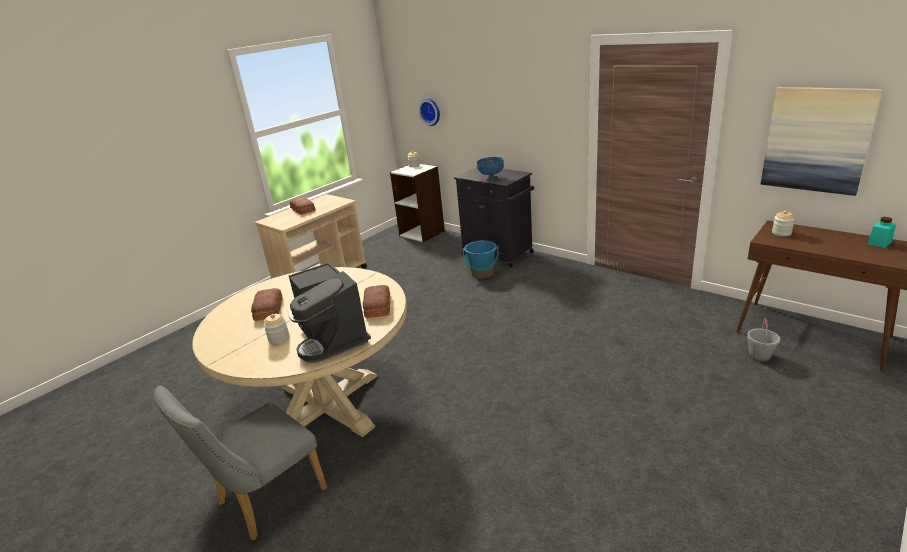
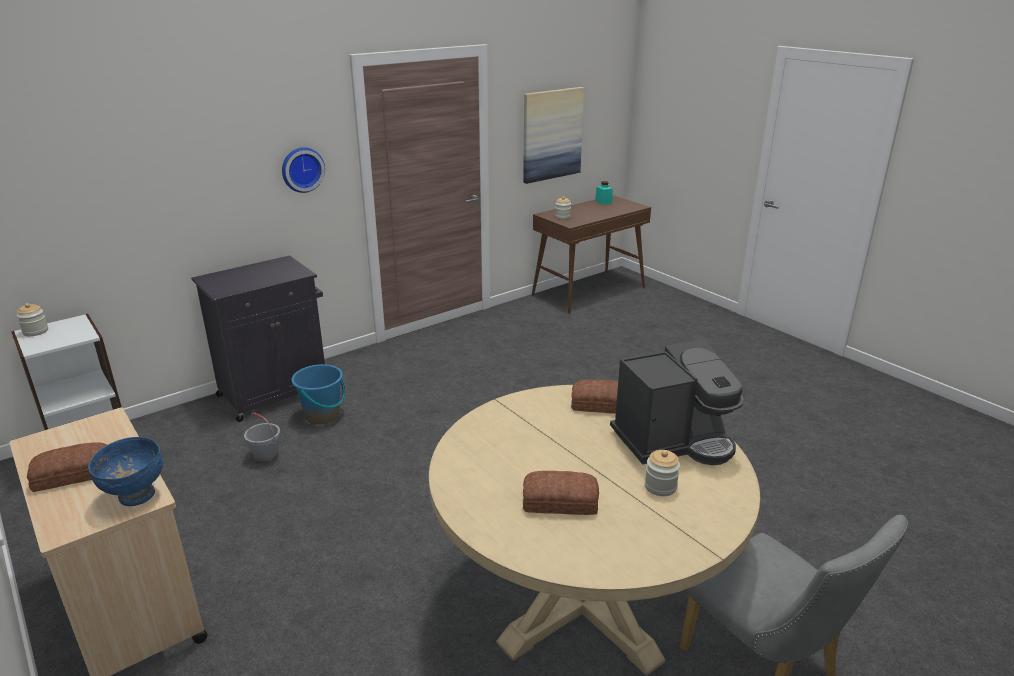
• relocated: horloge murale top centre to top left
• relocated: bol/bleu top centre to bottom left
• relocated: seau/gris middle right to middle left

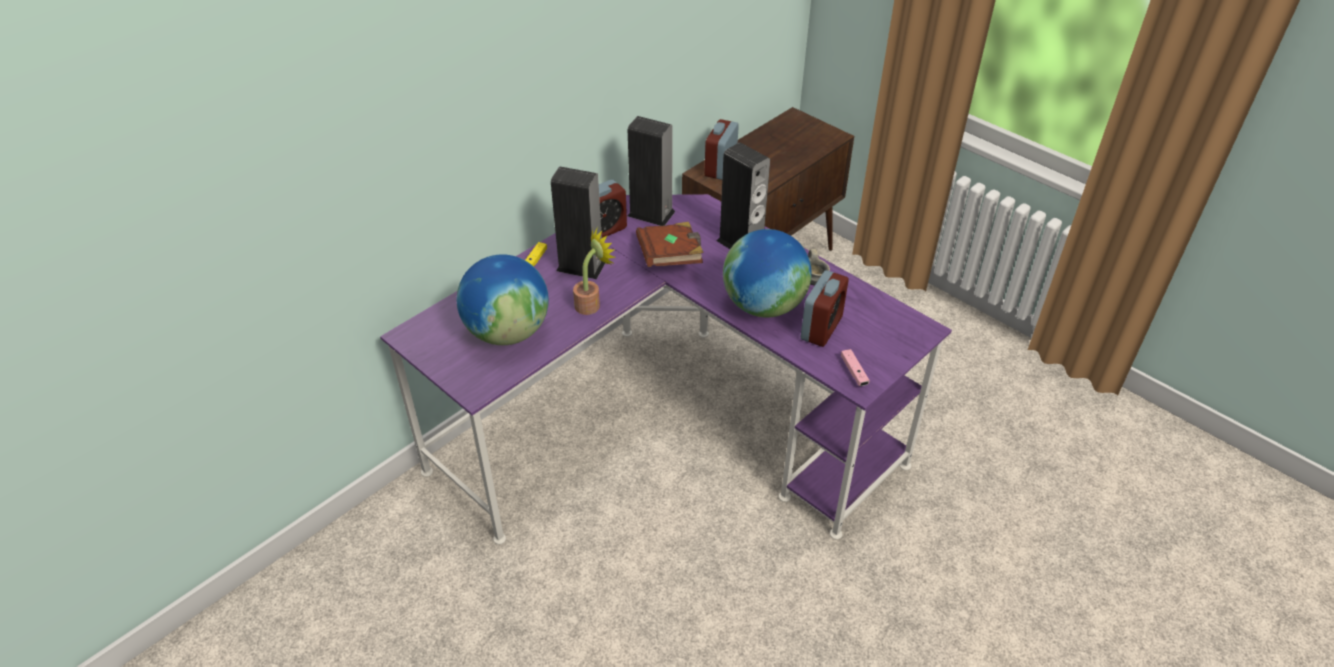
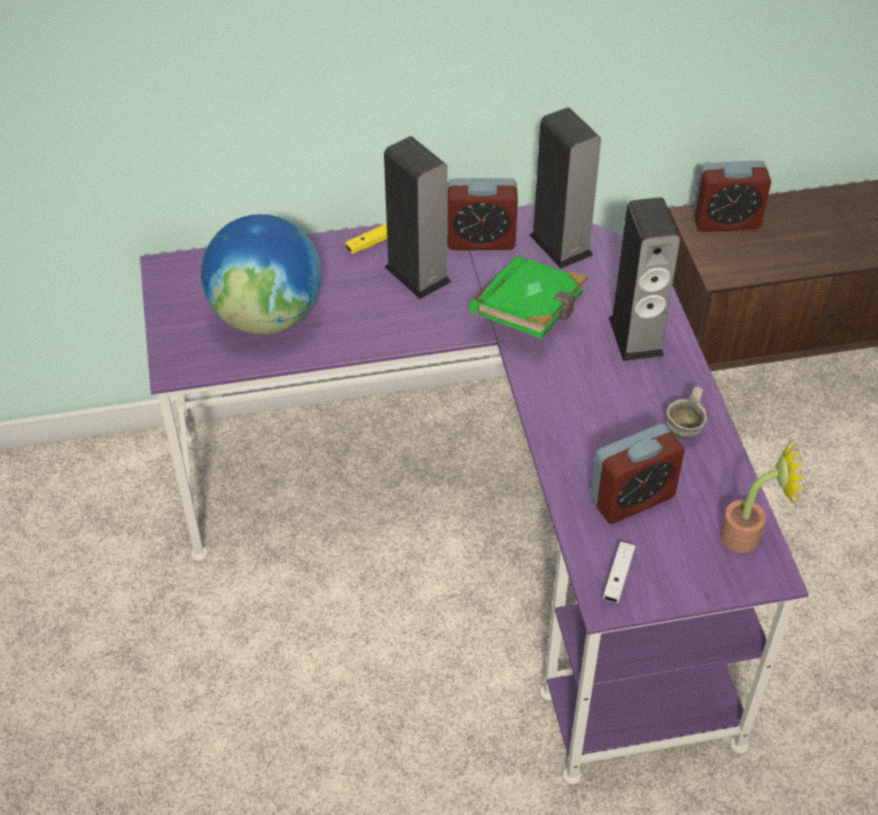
• spun: réveil (no. 2 from left in the first image) top centre = top right 150 degrees counterclockwise
• colour: livre/marron centre to livre/vert centre
• relocated: plante en pot centre to middle right
• missing: globe (no. 2 from left) centre
• colour: manette/rose centre to manette/blanc bottom right

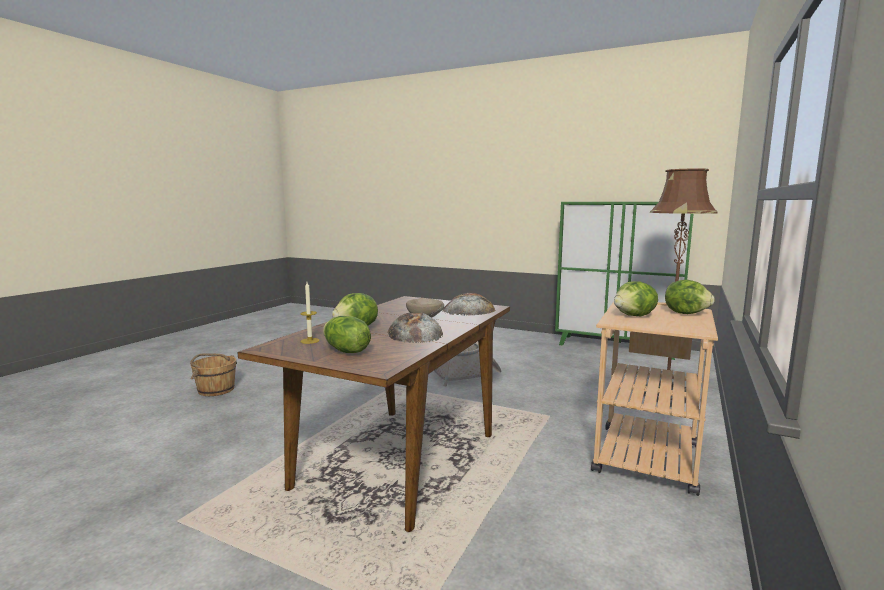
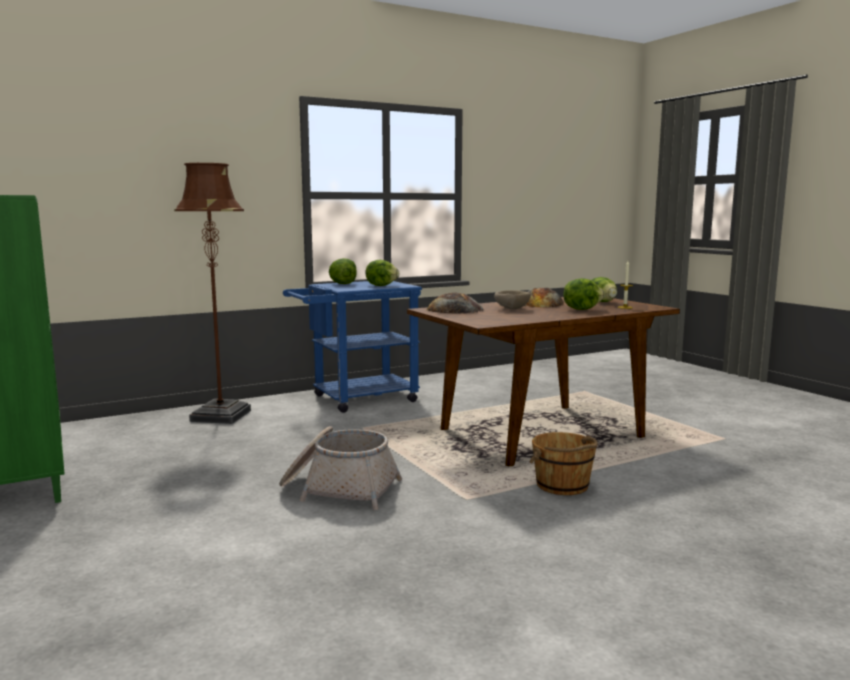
• colour: chariot/beige bottom right to chariot/bleu centre
• relocated: seau/marron middle left to bottom centre

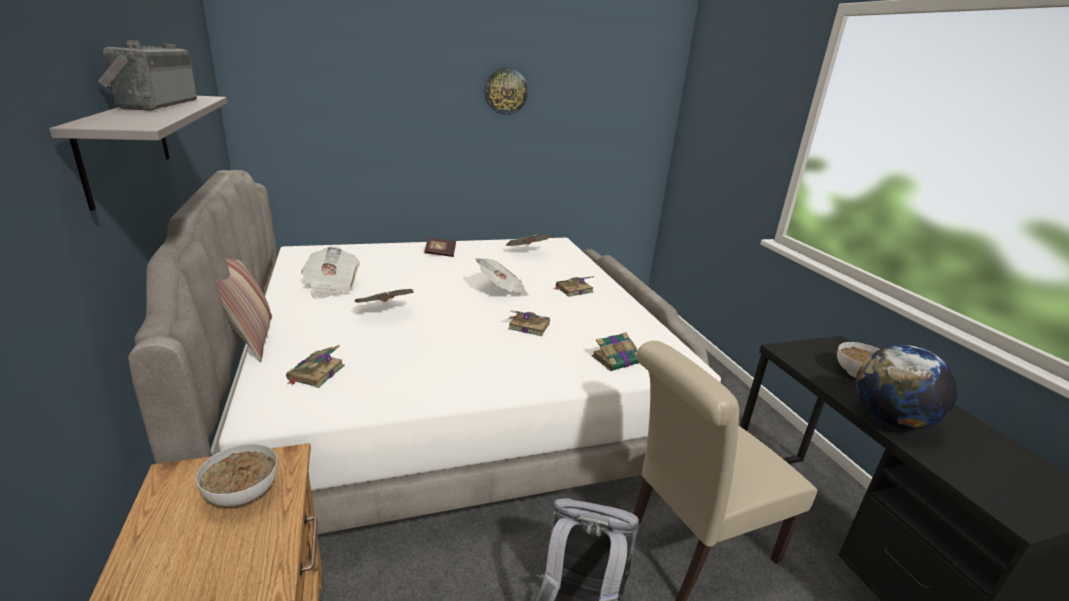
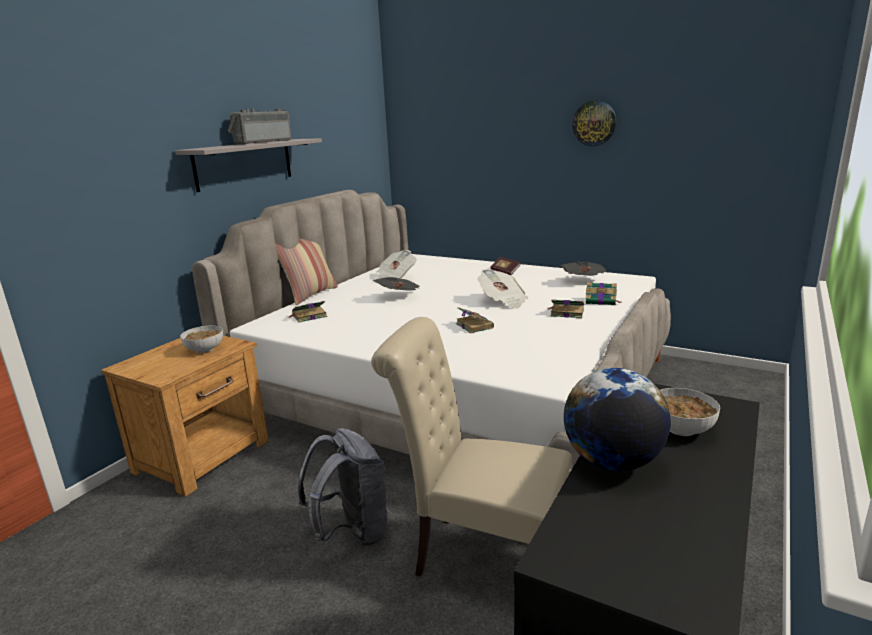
• relocated: livre (no. 5 from left) centre to middle right

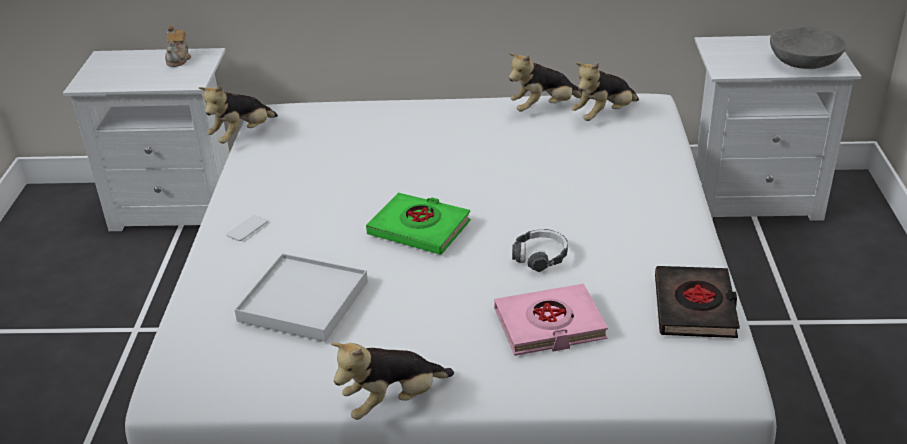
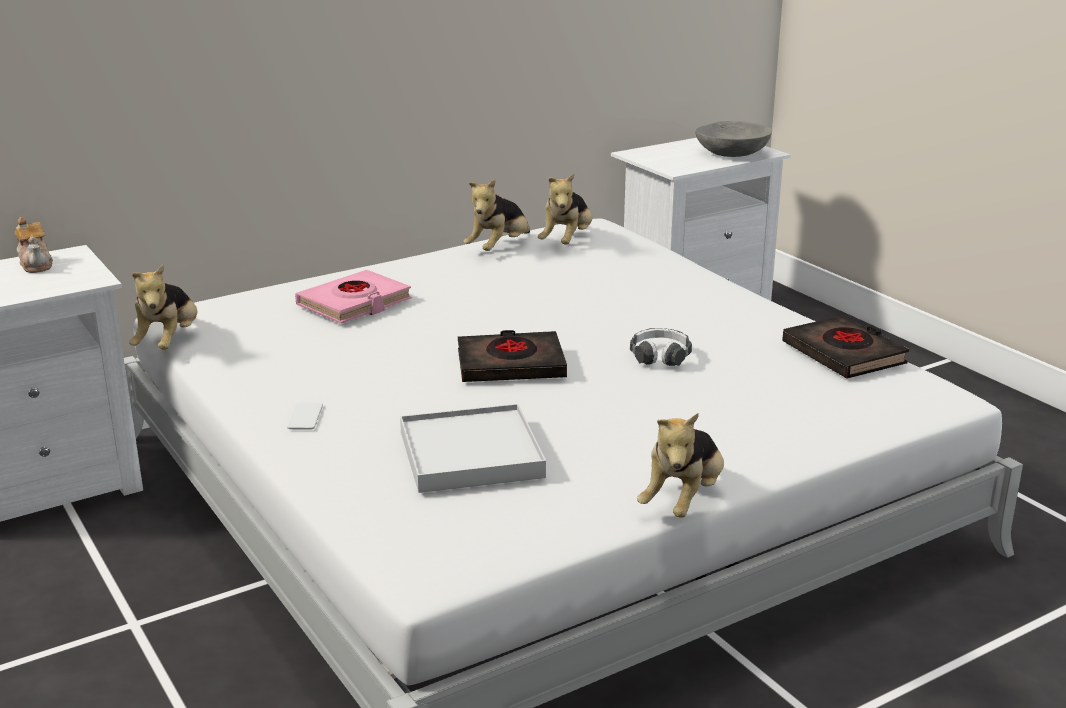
• colour: livre/vert centre to livre/noir (no. 1 from left) centre
• relocated: livre/rose bottom centre to middle left

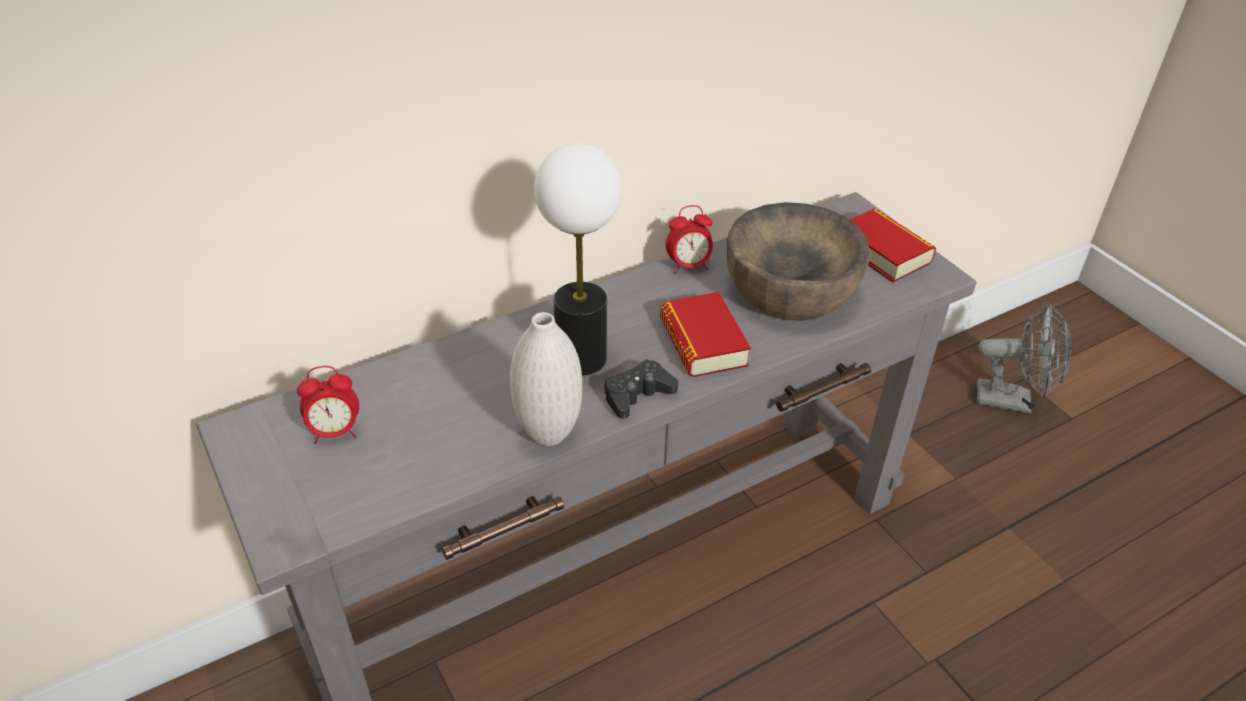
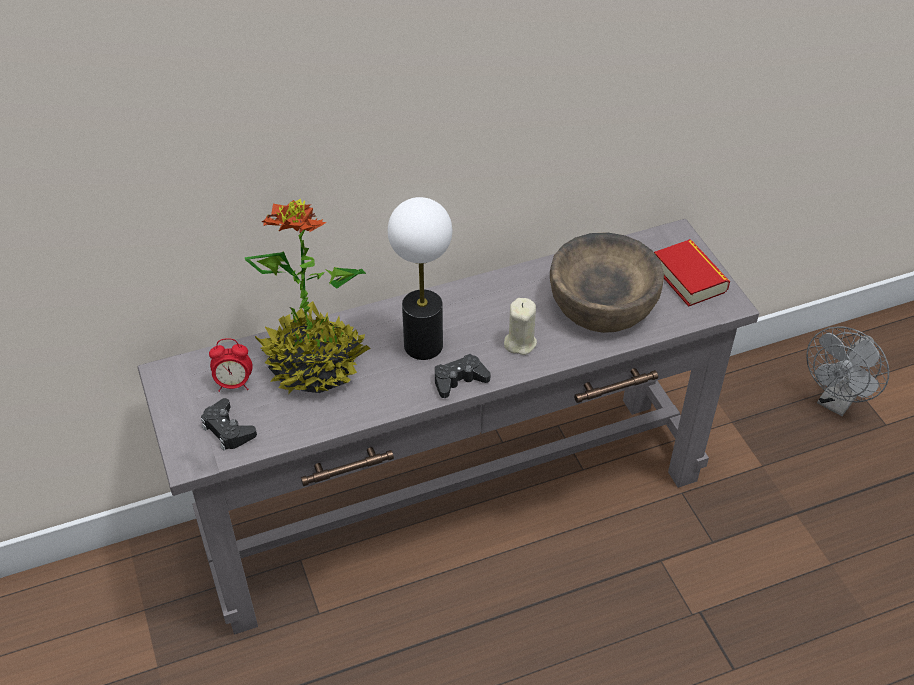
• missing: réveil (no. 2 from left) centre
• exchanged: livre (no. 1 from left) centre to bougie/beige centre
• spun: ventilateur/gris middle right = middle right 105 degrees clockwise
• missing: vase/blanc centre
• appeared: plante en pot centre
• appeared: manette/noir (no. 1 from left) middle left

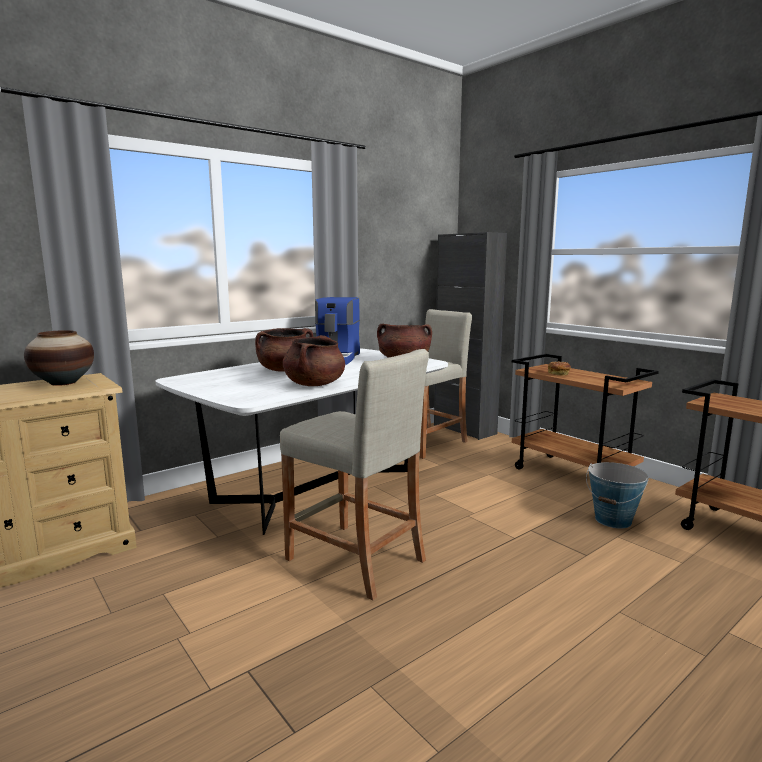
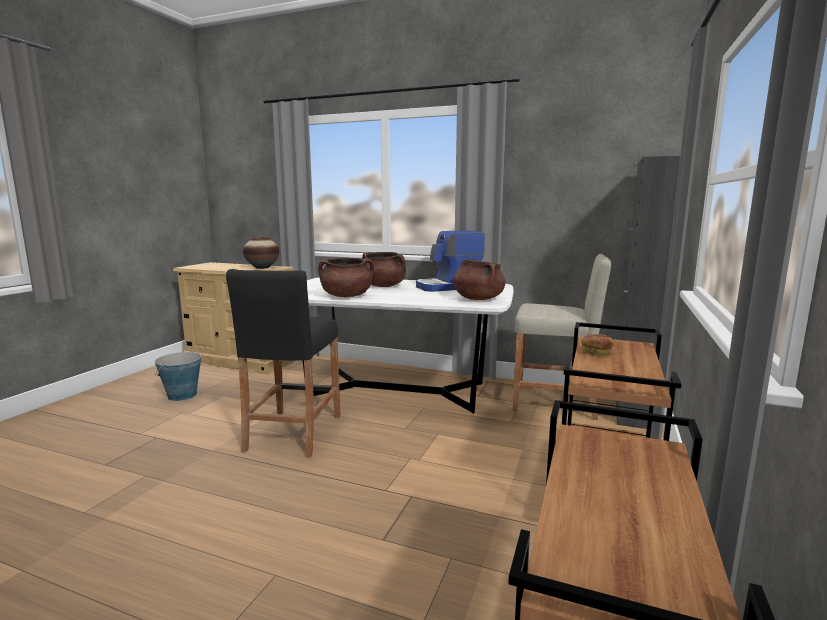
• colour: tabouret/beige (no. 1 from left) centre to tabouret/noir centre
• relocated: seau middle right to middle left

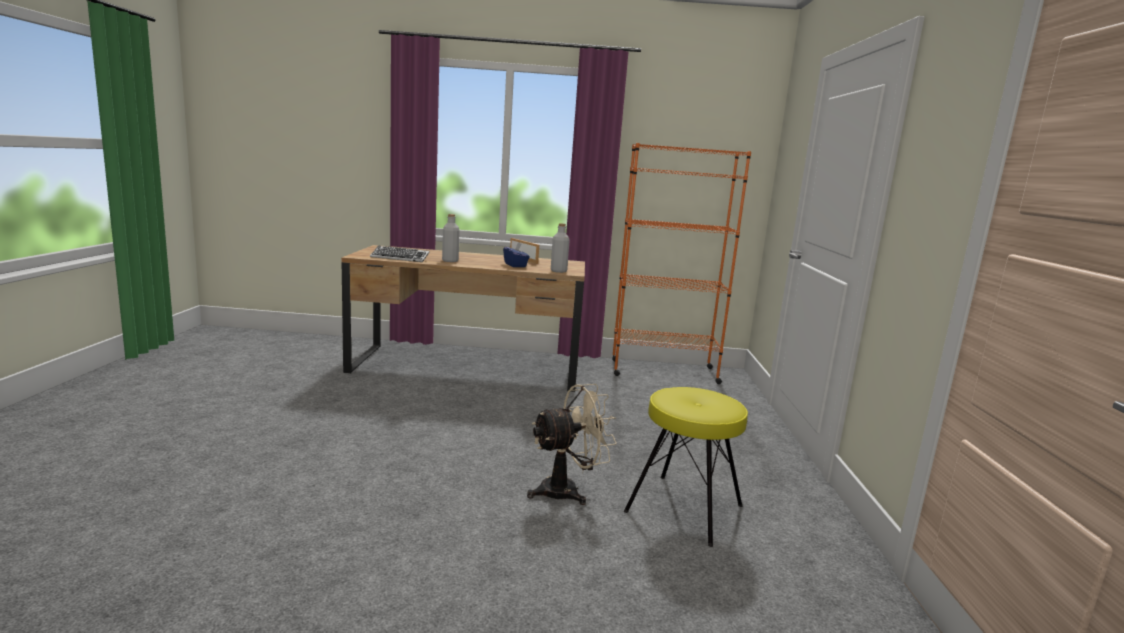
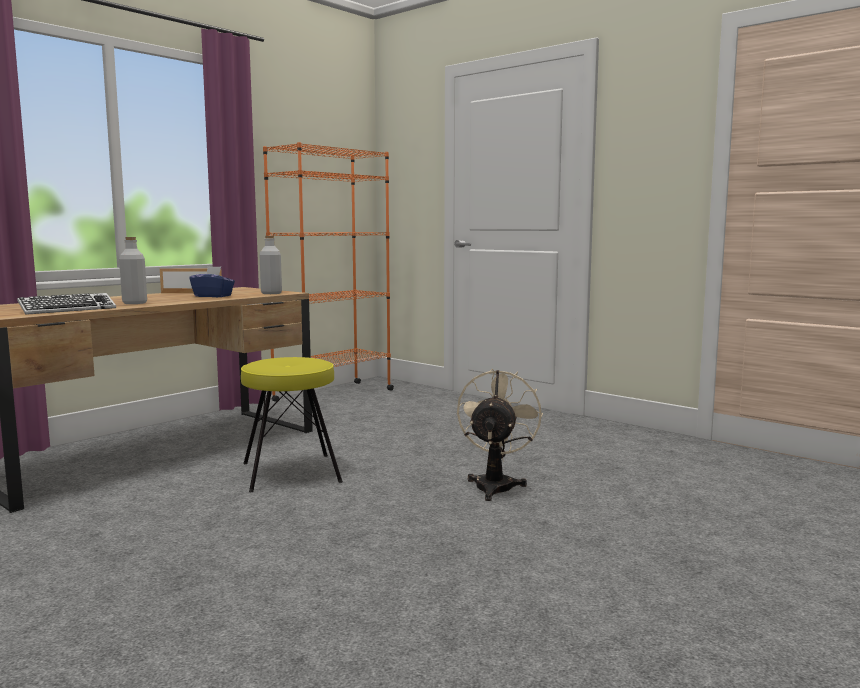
• relocated: tabouret/jaune bottom centre to centre

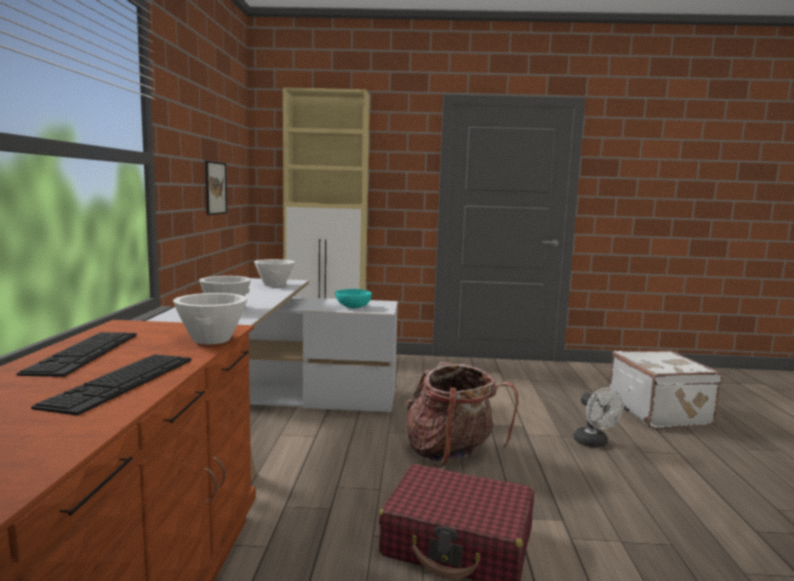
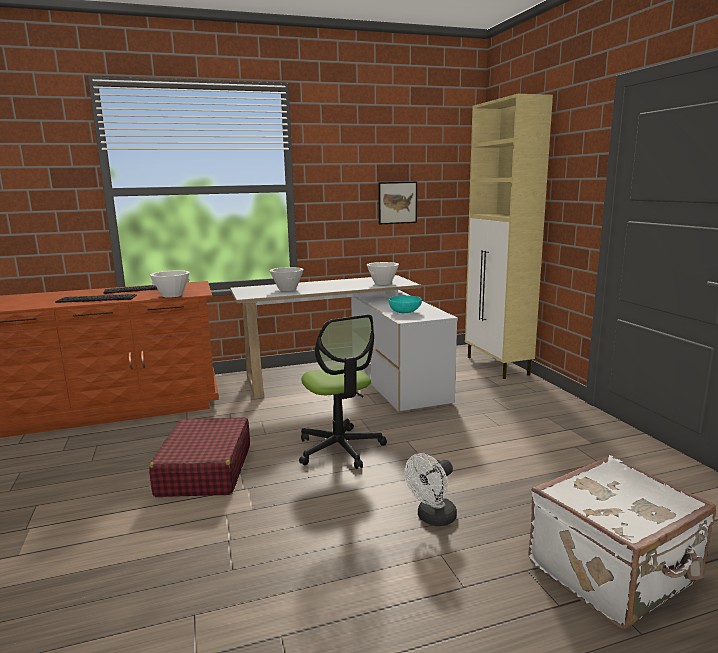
• exchanged: sac à dos bottom centre to chaise de bureau centre

